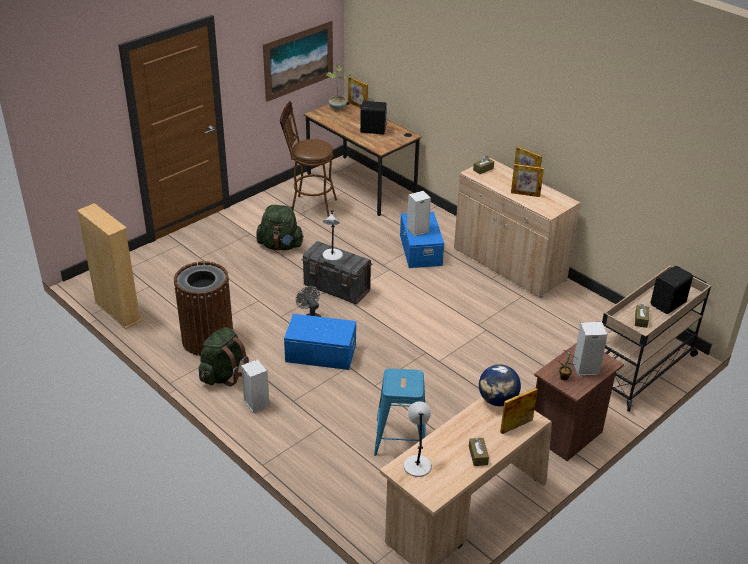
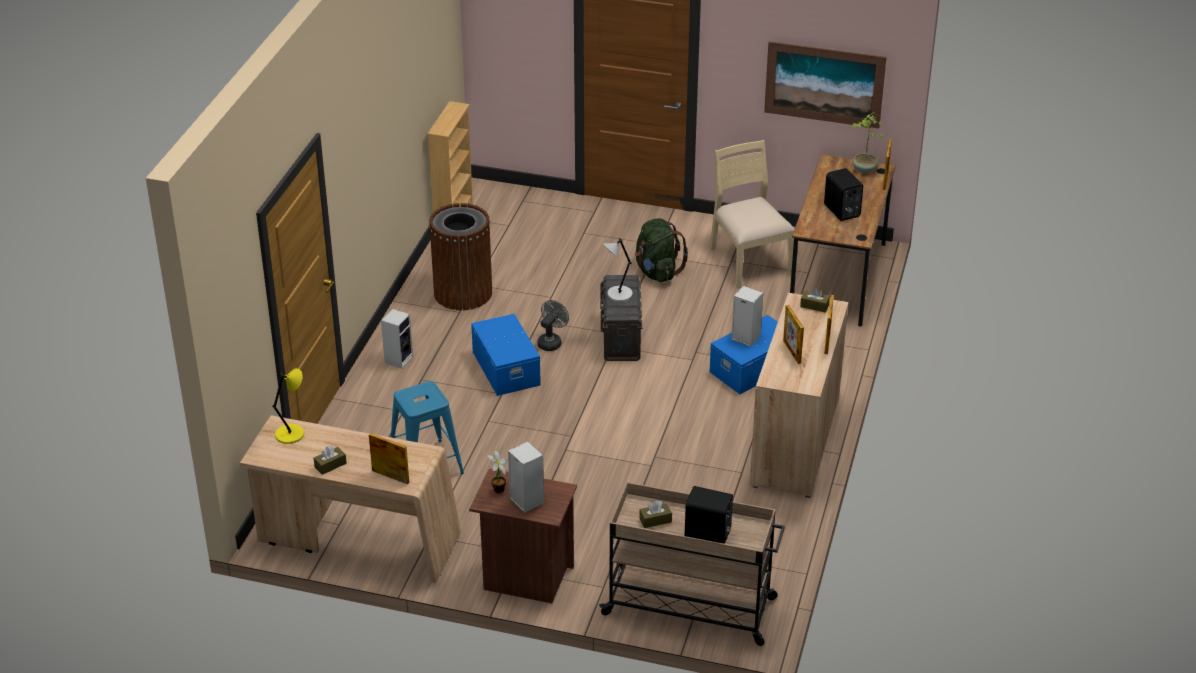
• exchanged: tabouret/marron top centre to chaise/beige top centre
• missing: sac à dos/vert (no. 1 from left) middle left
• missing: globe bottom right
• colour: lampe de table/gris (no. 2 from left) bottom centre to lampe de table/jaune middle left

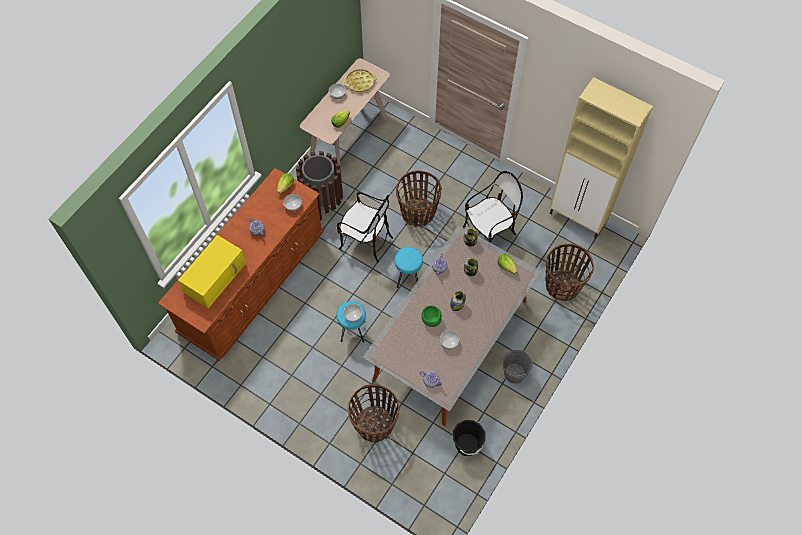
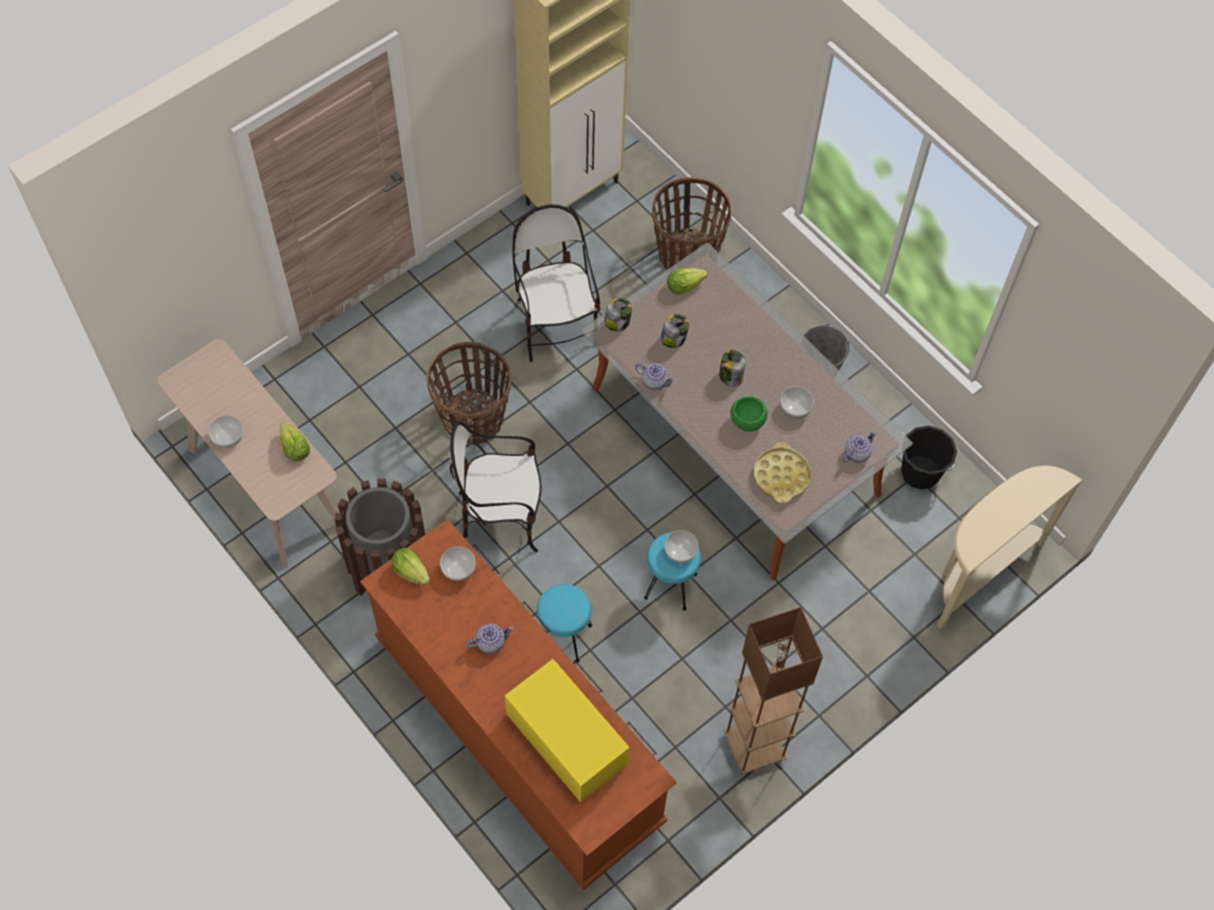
• relocated: plateau/jaune top centre to centre
• spun: chaise (no. 1 from left) centre = centre 135 degrees counterclockwise
• relocated: tabouret/turquoise (no. 2 from left in the first image) centre to tabouret/turquoise (no. 1 from left) bottom centre
• missing: panier (no. 1 from left) bottom centre
• appeared: table console/beige (no. 2 from left) middle right
• appeared: lampadaire/marron bottom centre

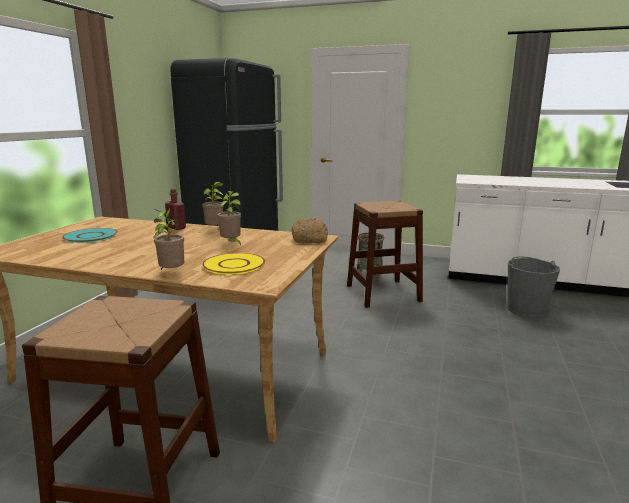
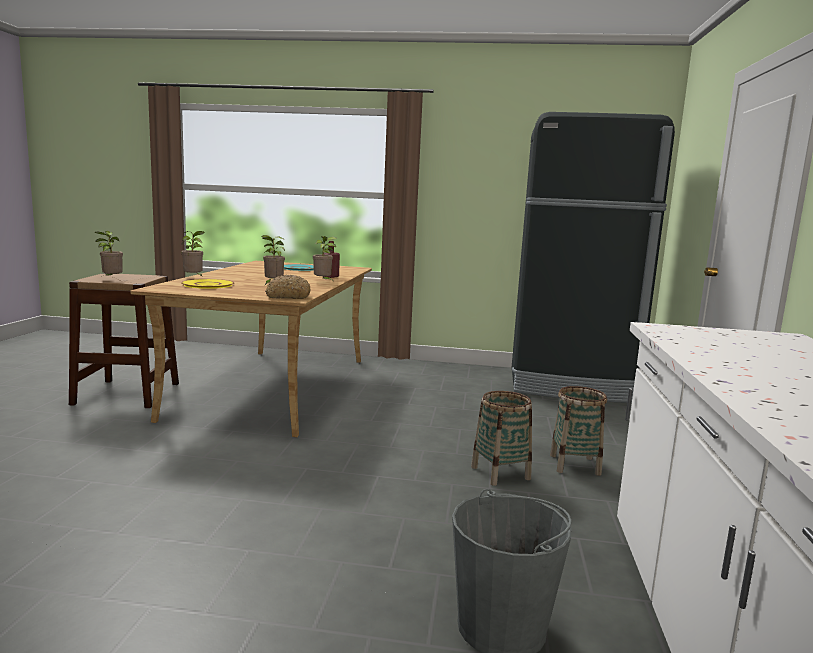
• exchanged: tabouret/marron (no. 2 from left) centre to panier (no. 1 from left) bottom centre
• appeared: plante en pot (no. 1 from left) middle left

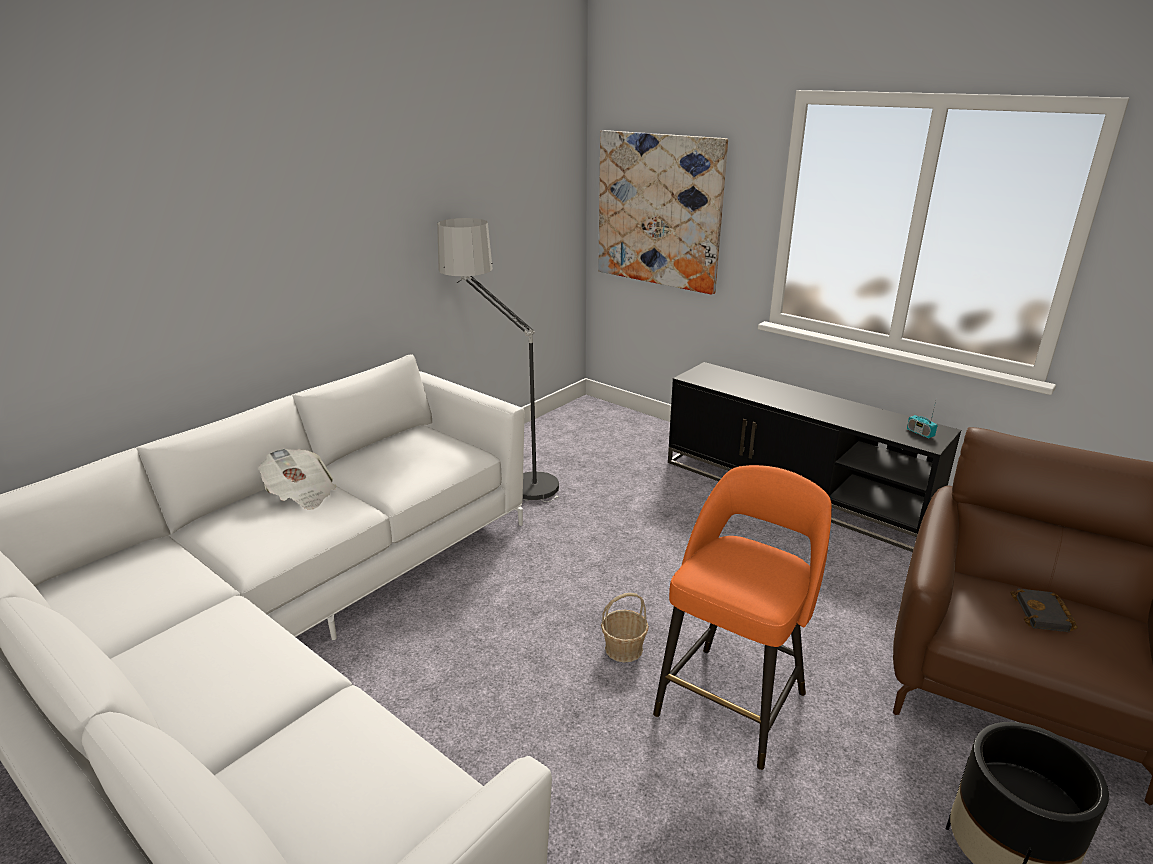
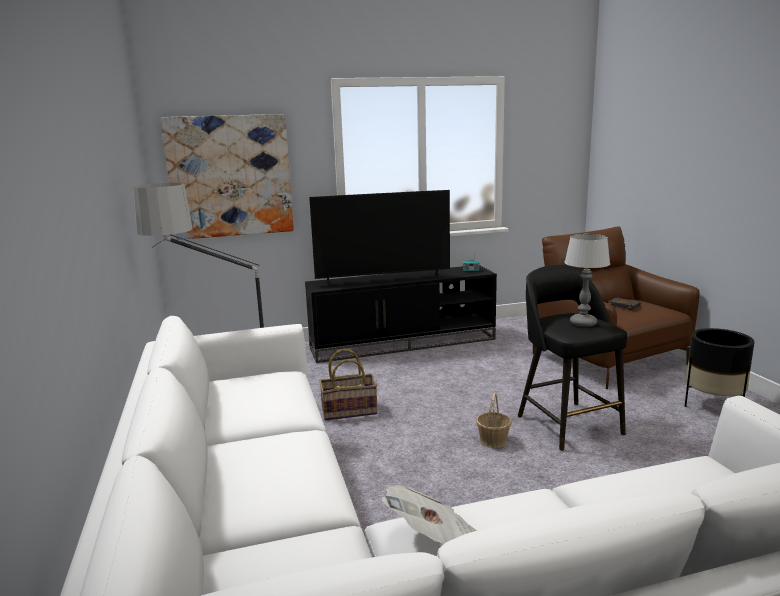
• relocated: journal middle left to bottom centre
• colour: tabouret/orange bottom centre to tabouret/noir middle right
• appeared: téléviseur centre
• appeared: lampe de table middle right
• appeared: panier (no. 1 from left) centre

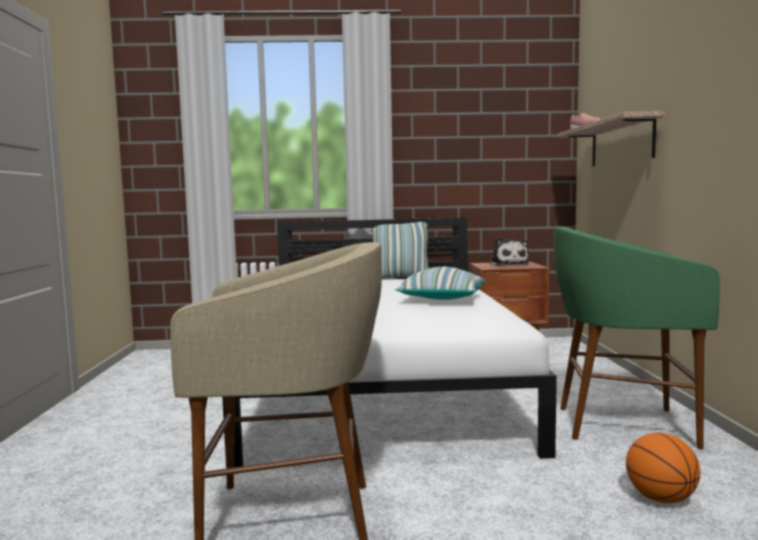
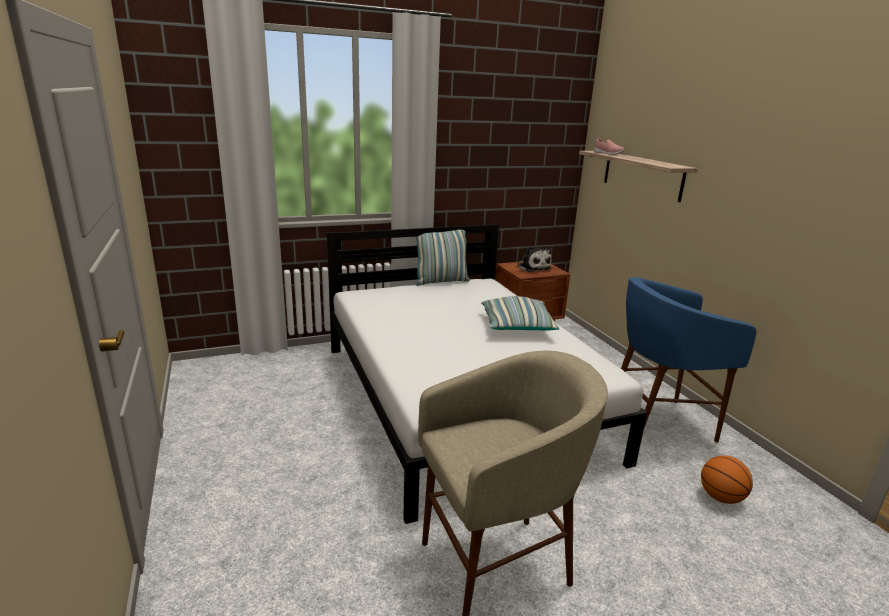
• colour: tabouret/vert middle right to tabouret/bleu middle right

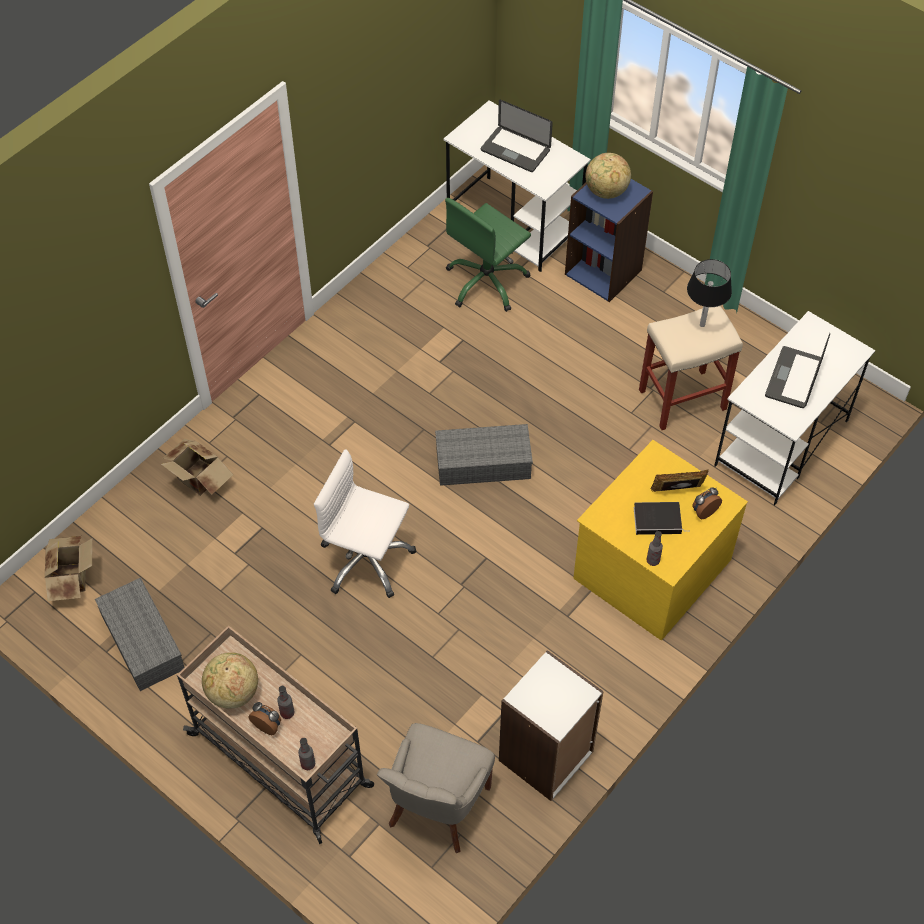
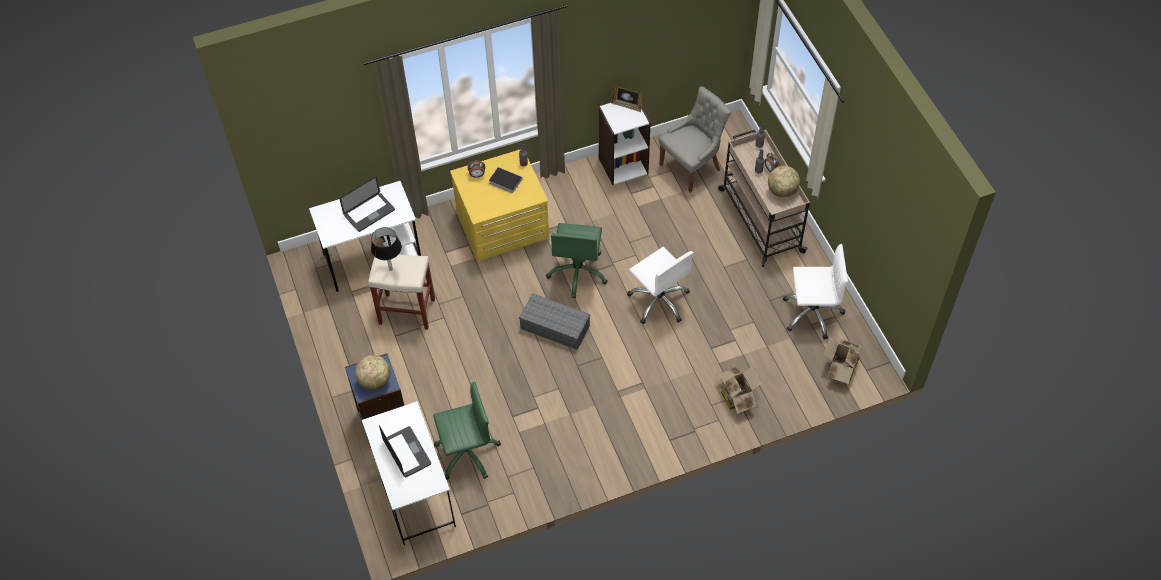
• relocated: cadre photo middle right to top centre
• exchanged: boîte de rangement/gris (no. 1 from left) bottom left to chaise de bureau/blanc (no. 2 from left) middle right
• appeared: chaise de bureau/vert (no. 2 from left) centre

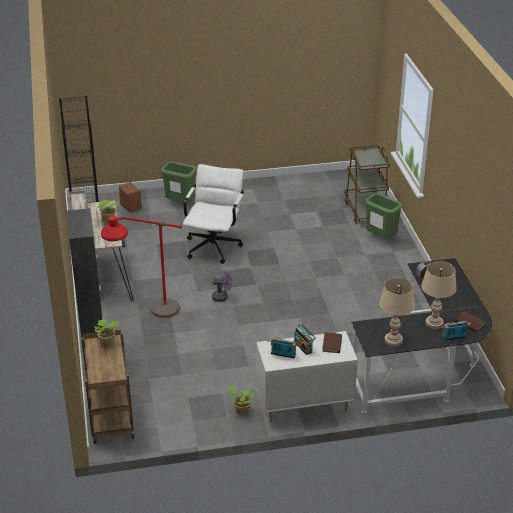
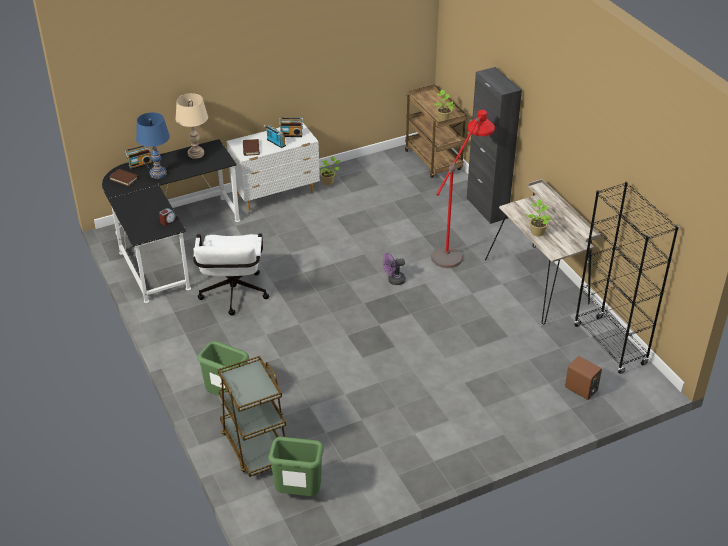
• relocated: poubelle/vert (no. 1 from left in the first image) centre to poubelle/vert (no. 2 from left) bottom centre
• relocated: chaise de bureau/blanc centre to middle left
• colour: lampe de table/beige (no. 2 from left) middle right to lampe de table/bleu top left

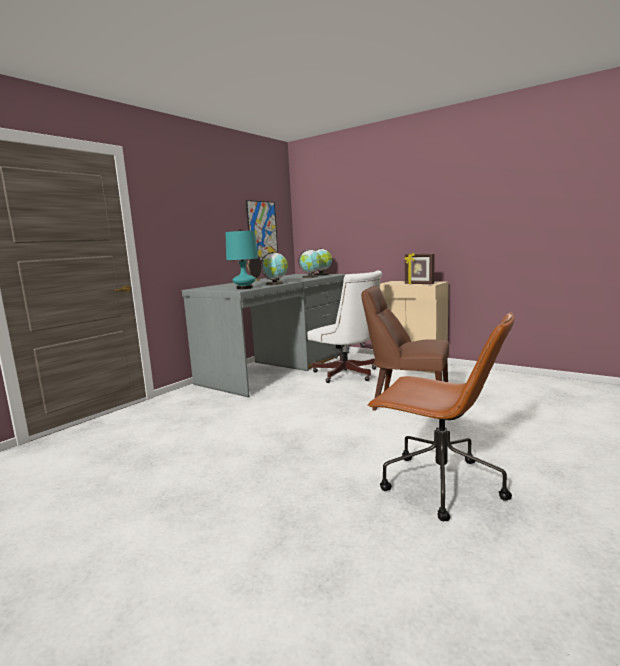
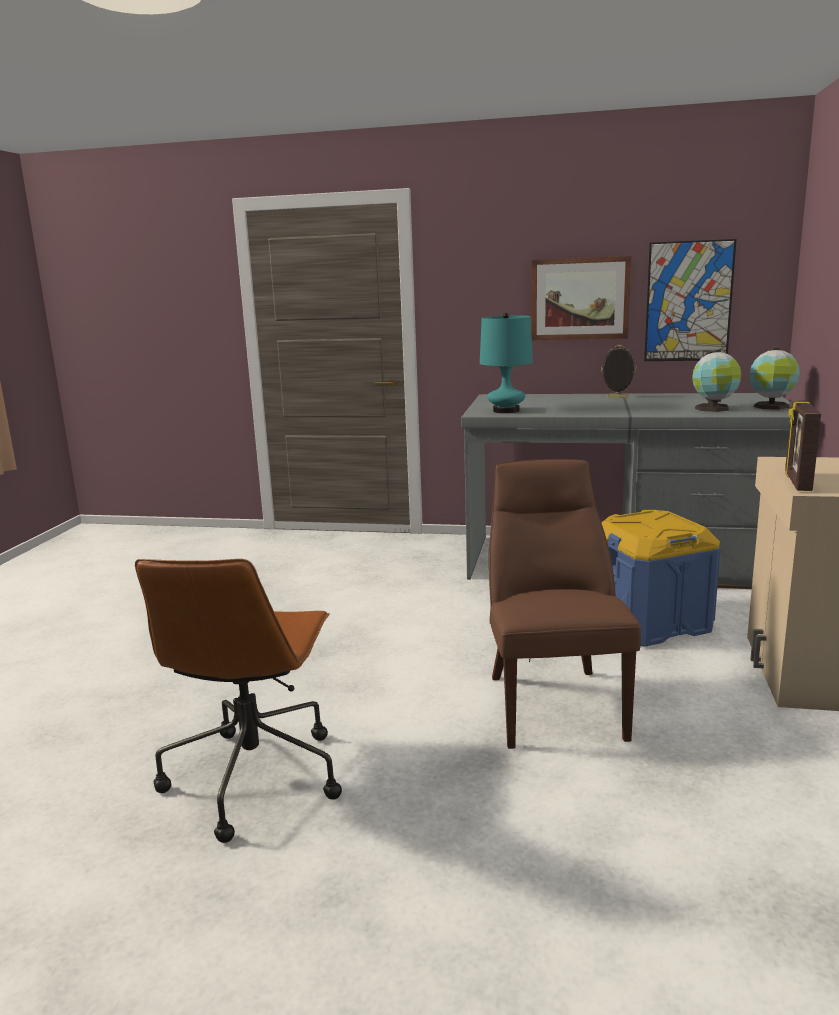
• missing: globe (no. 1 from left) centre
• exchanged: chaise de bureau/blanc centre to boîte de rangement/bleu middle right
• appeared: tableau (no. 1 from left) top right

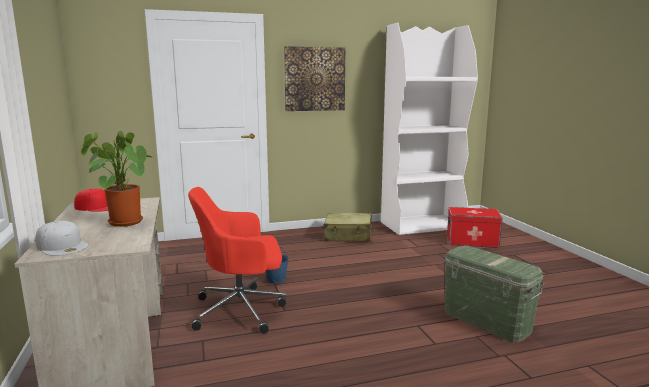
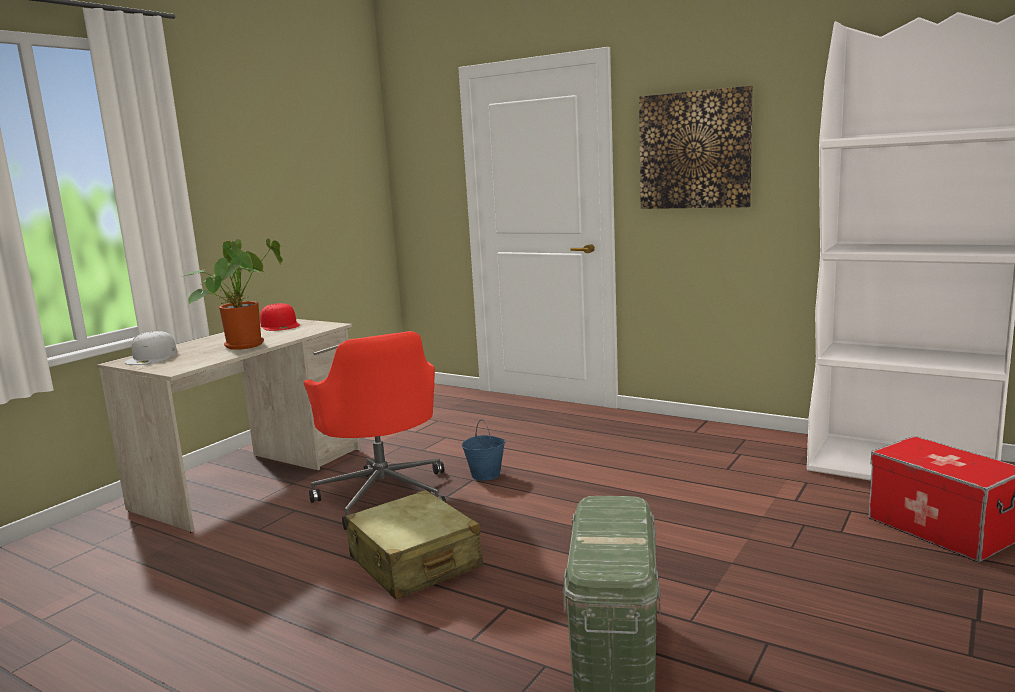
• spun: chaise de bureau/rouge bottom centre = centre 150 degrees counterclockwise
• relocated: valise/beige centre to bottom centre

